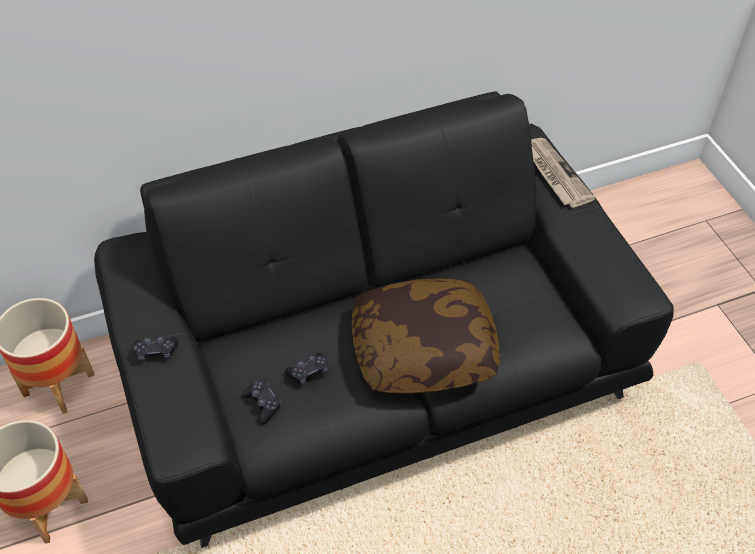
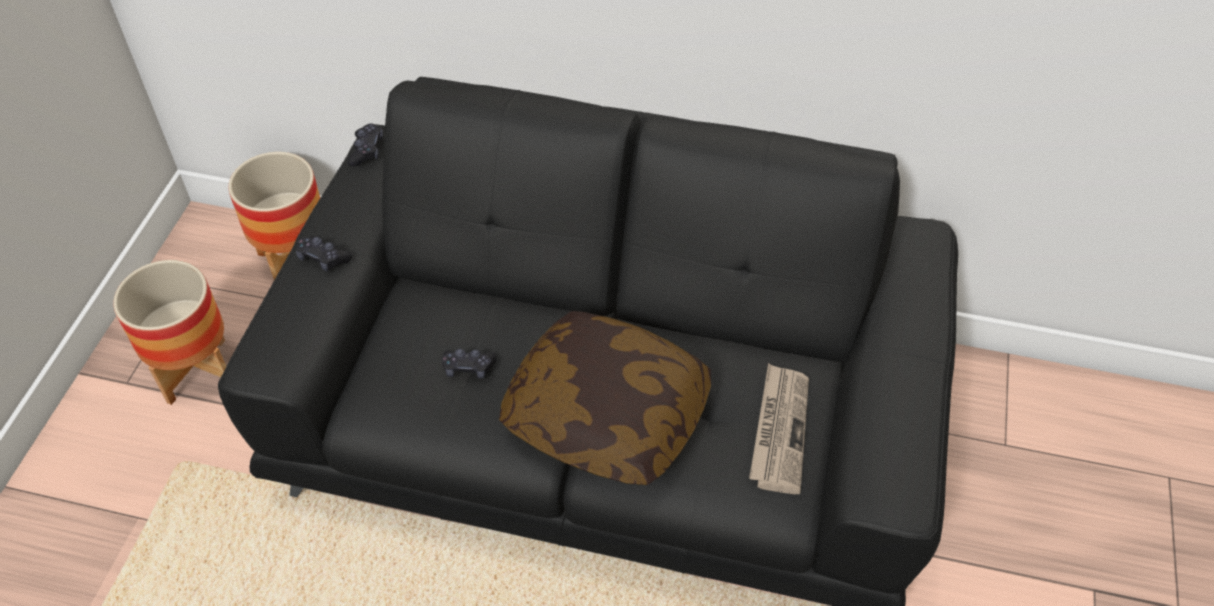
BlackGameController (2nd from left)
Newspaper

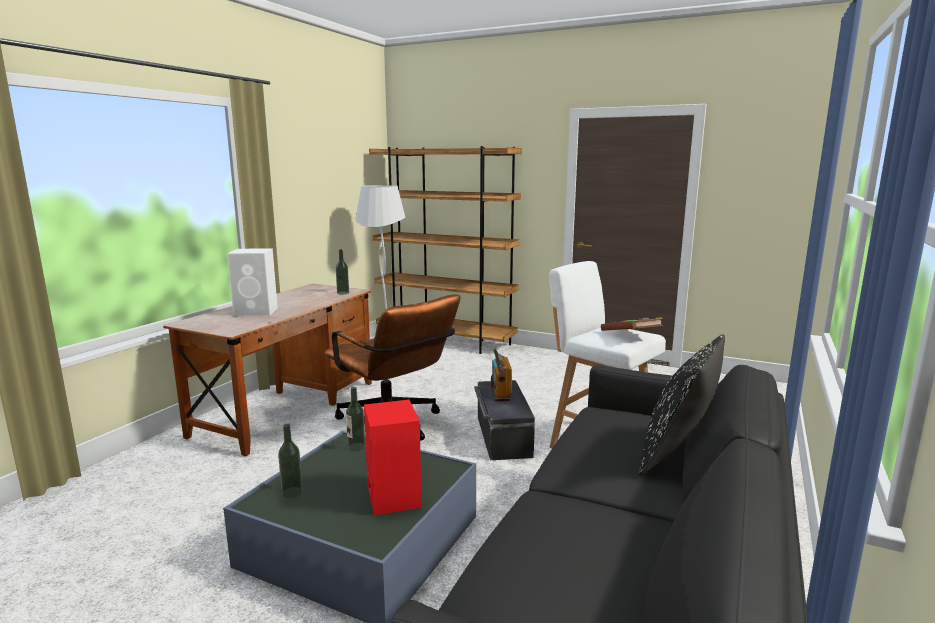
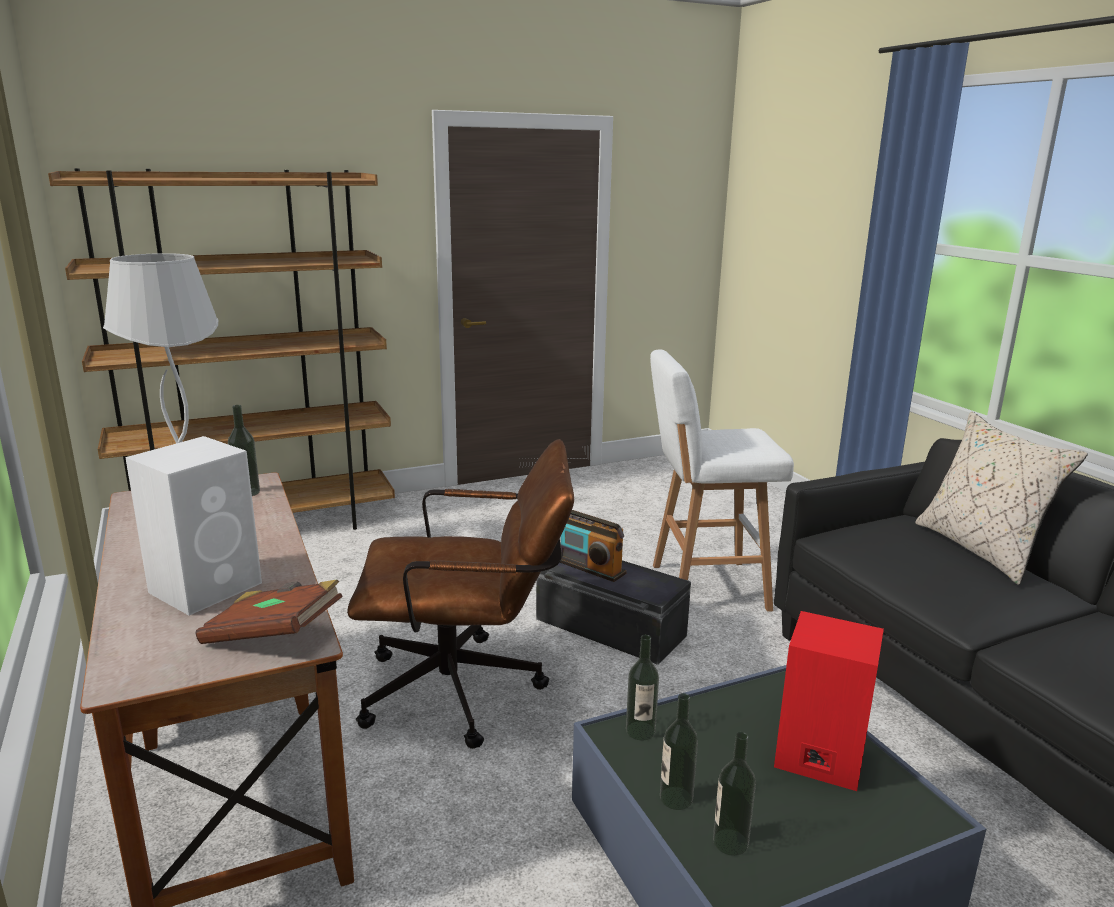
Bottle (3rd from left)
BrownBook
BeigePillow

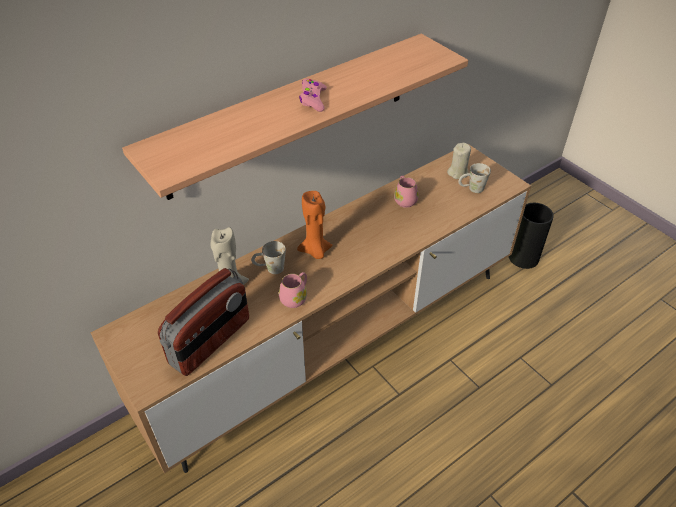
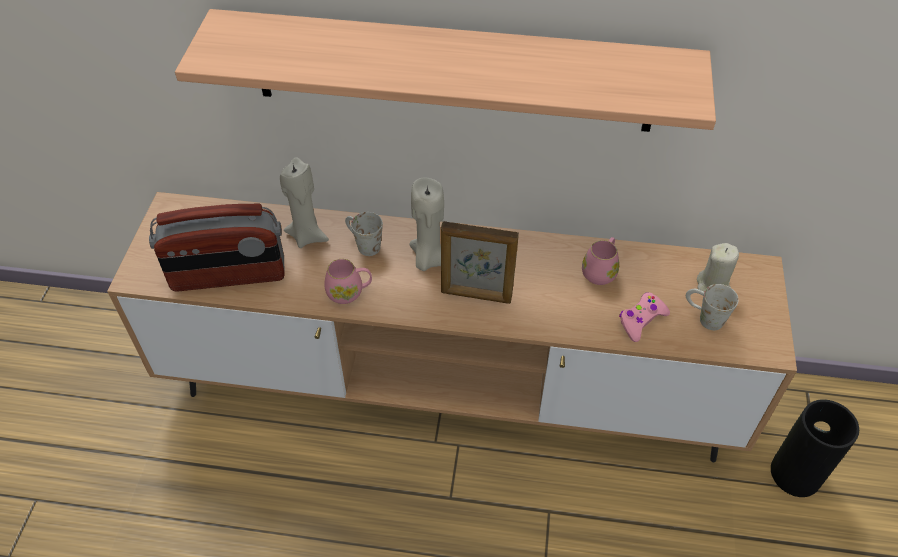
PictureFrame
PinkGameController
BeigeCandle (2nd from left)

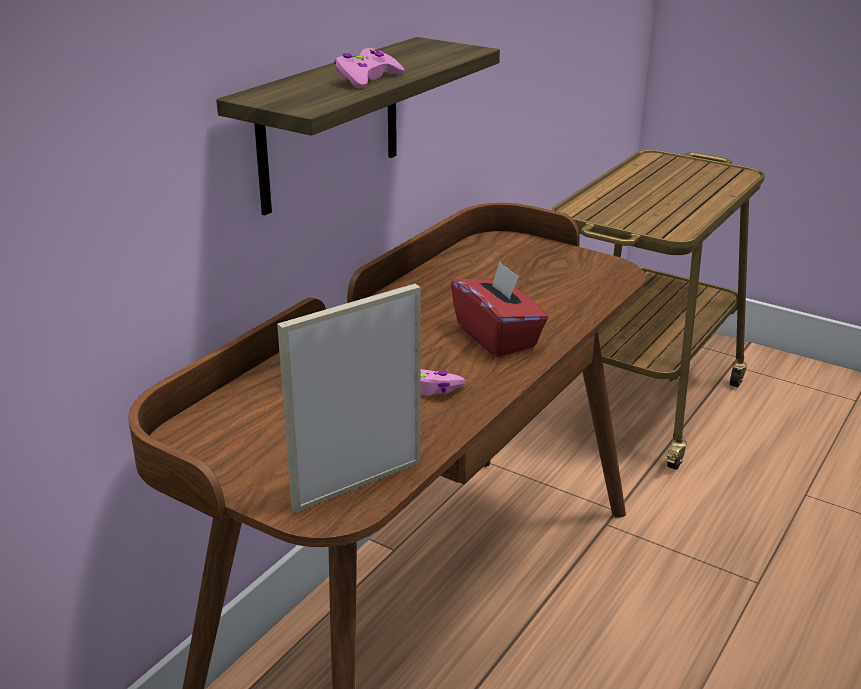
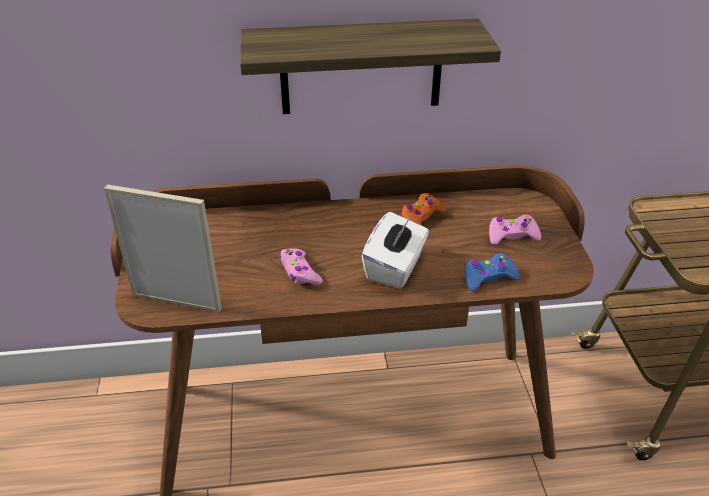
OrangeGameController
BlueGameController
PinkGameController (2nd from left)
WhiteTissueBox

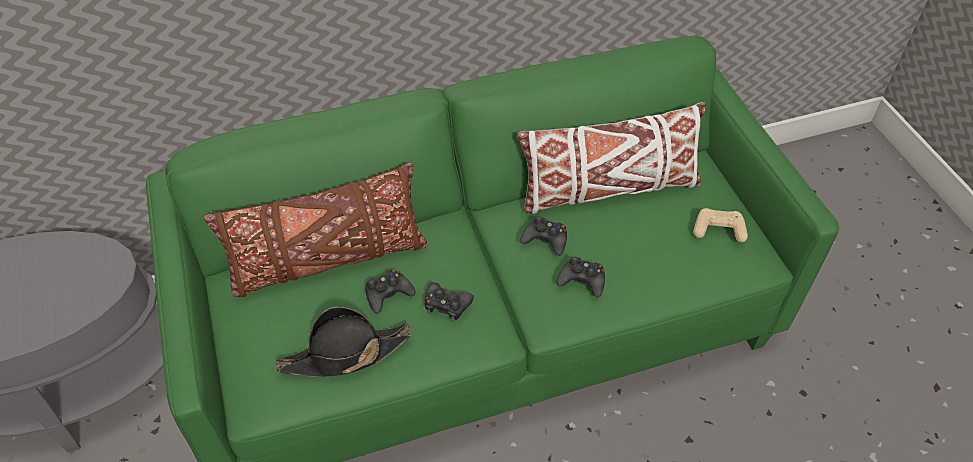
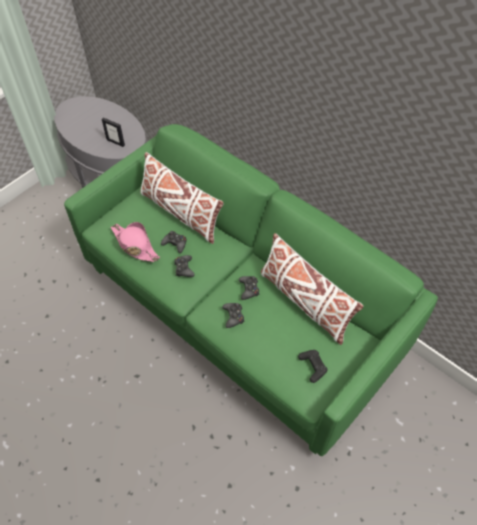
PictureFrame
WhitePillow (1st from left)
PinkHat
BlackGameController (5th from left)

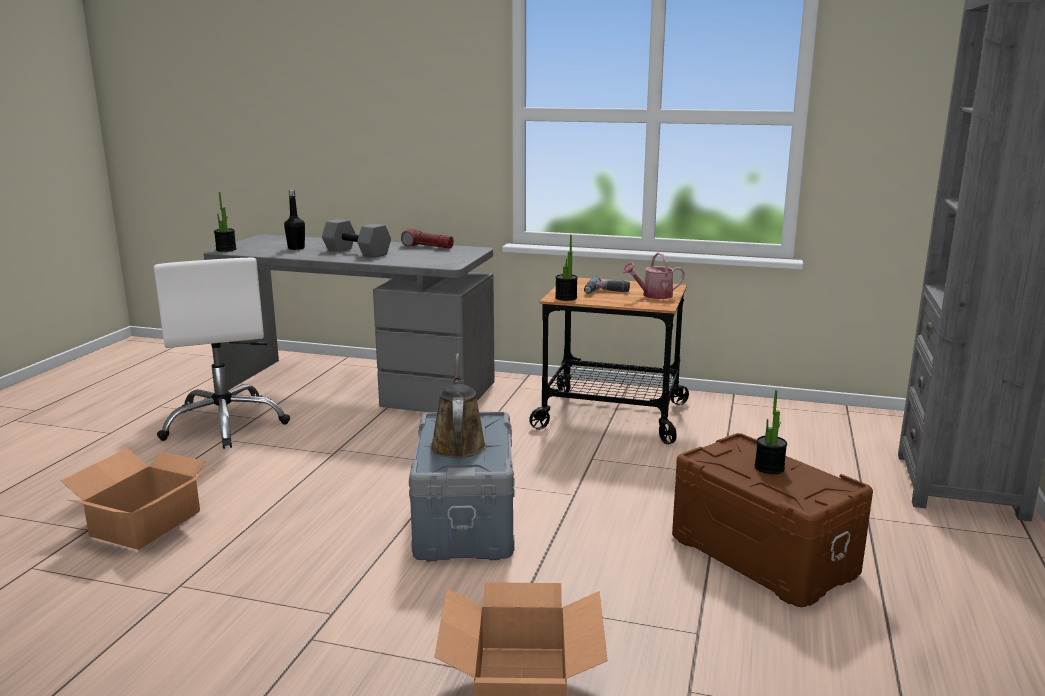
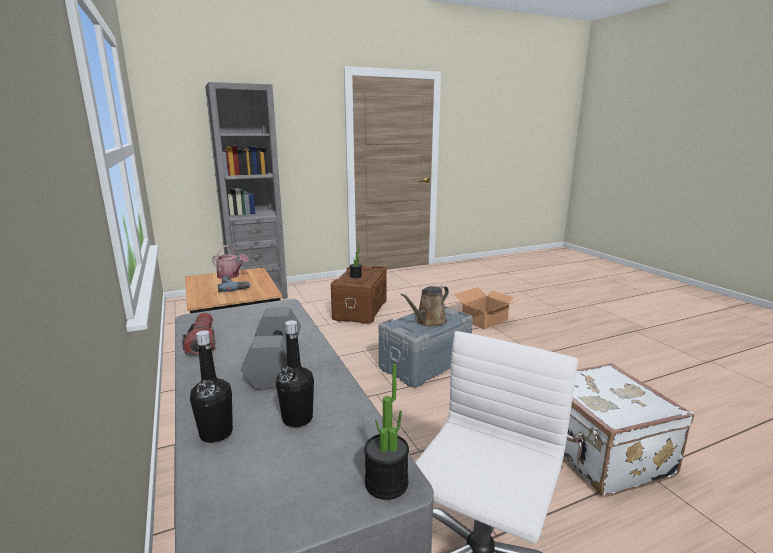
PottedPlant (2nd from left in the first image)
BlackBottle (1st from left)
WhiteSuitcase

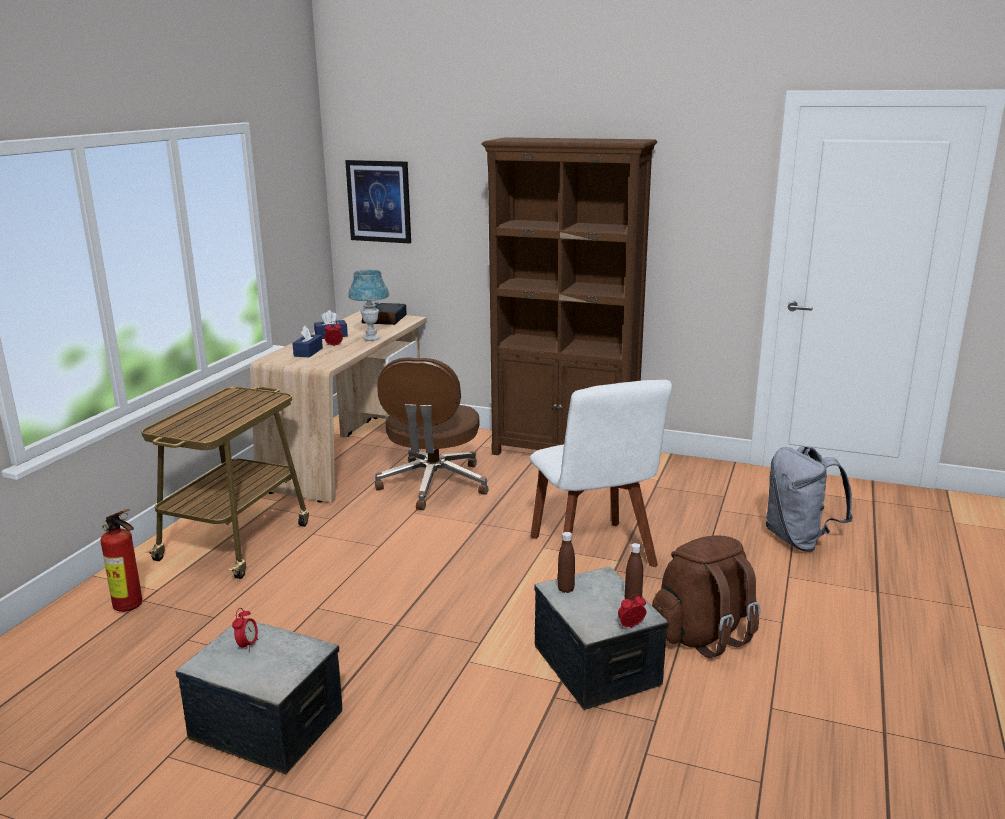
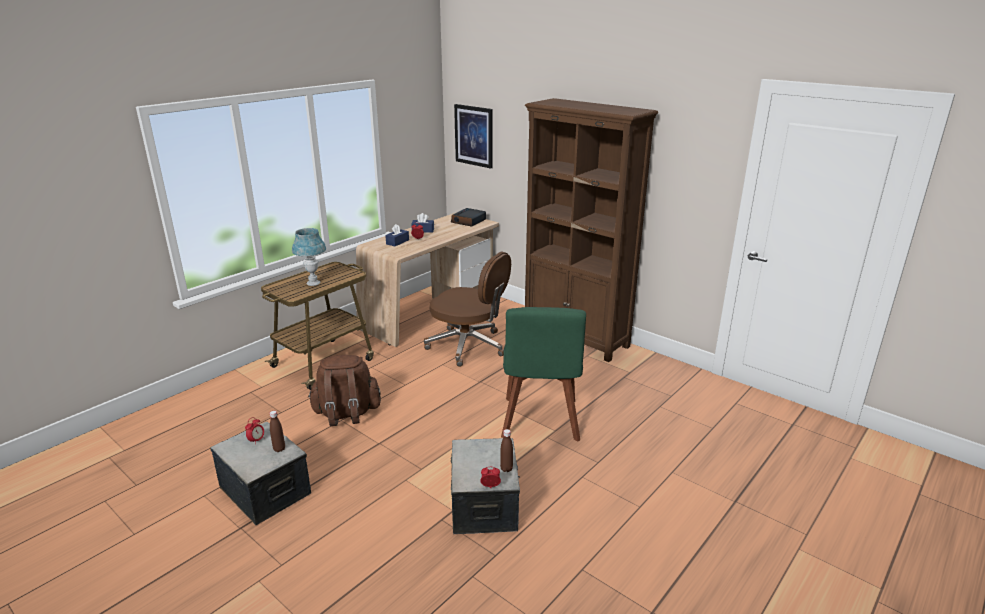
FireExtinguisher
GreyBackpack
BlueTableLamp
BrownBottle (1st from left)
BrownBackpack
GreenChair
BrownOfficeChair

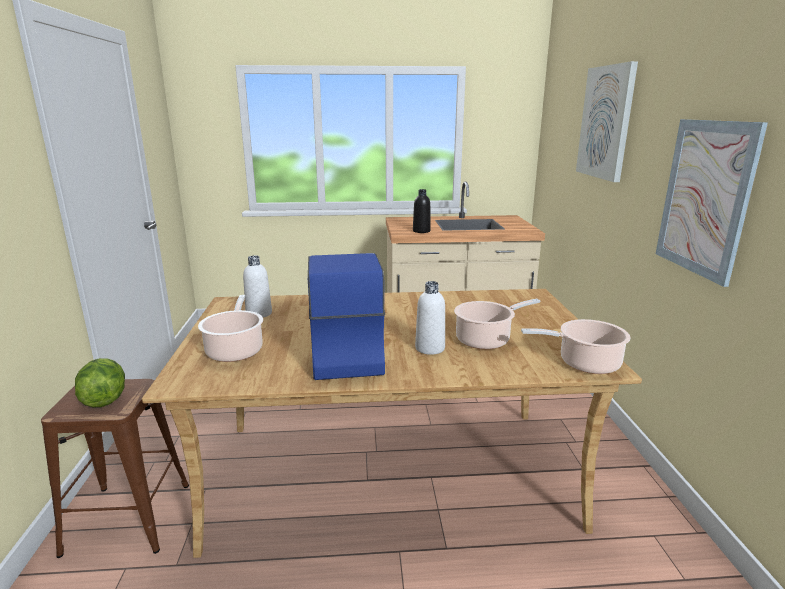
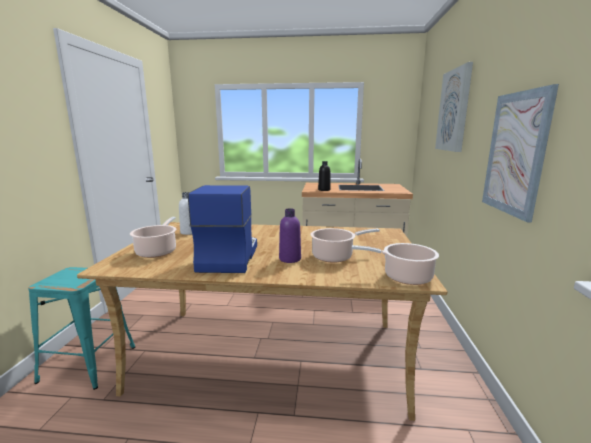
Lettuce
TurquoiseStool
PurpleBottle

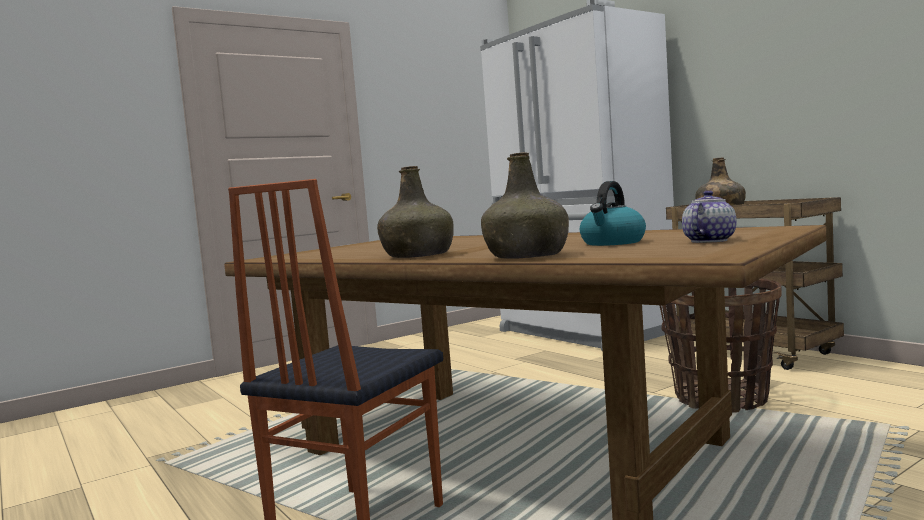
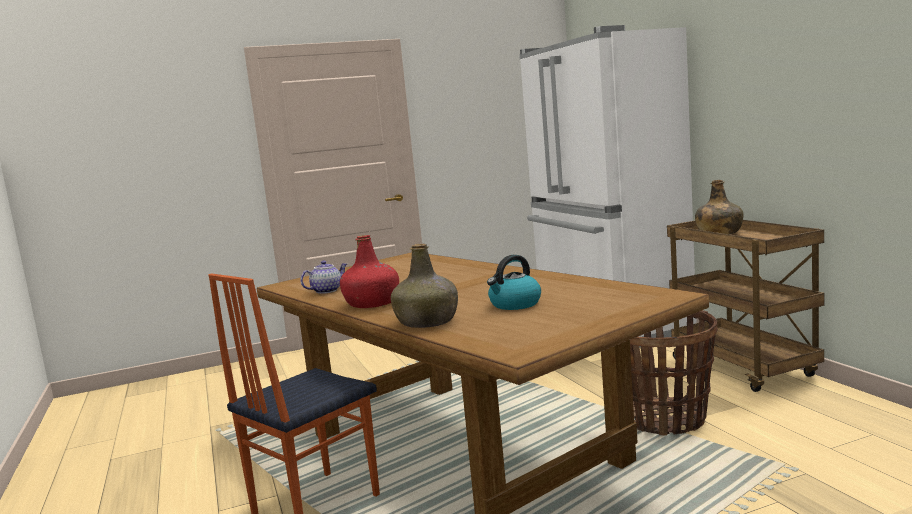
Teapot
RedBottle

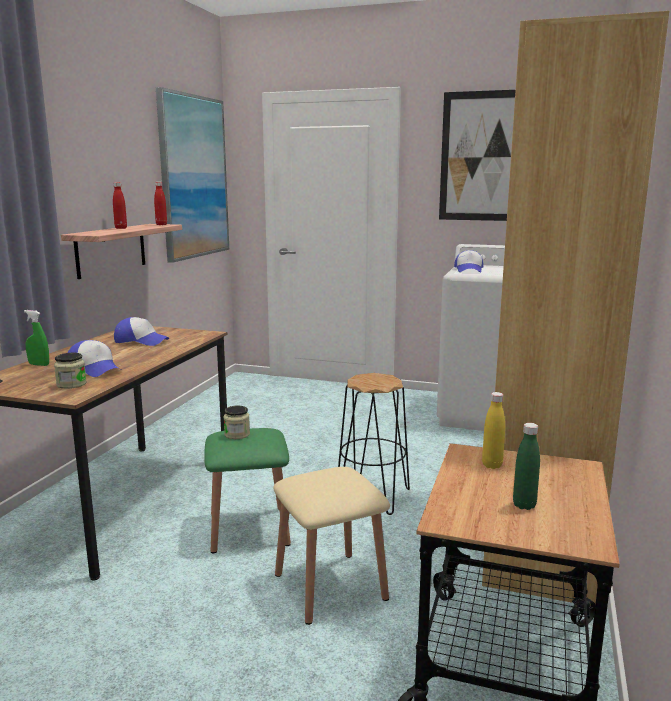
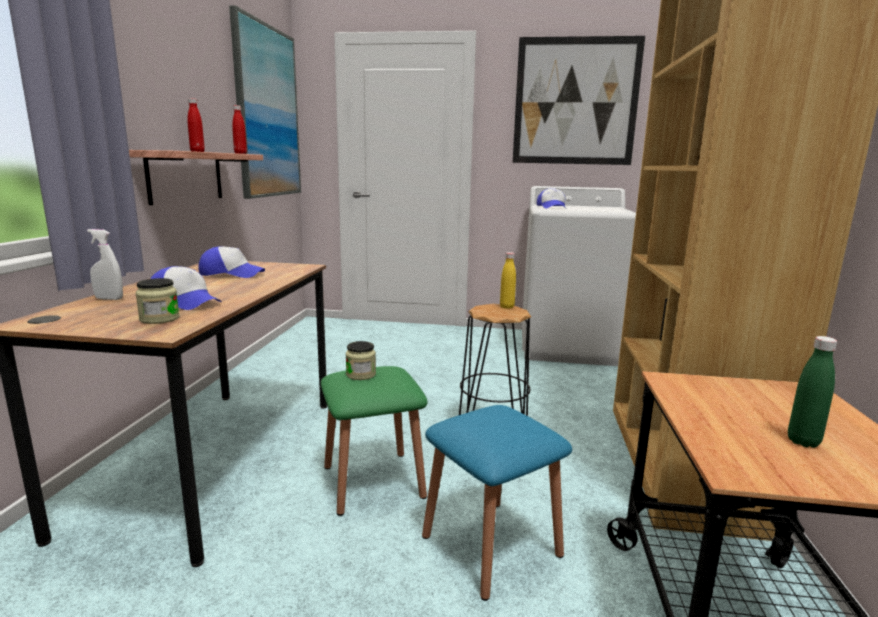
YellowBottle
WhiteSprayBottle
BlueStool

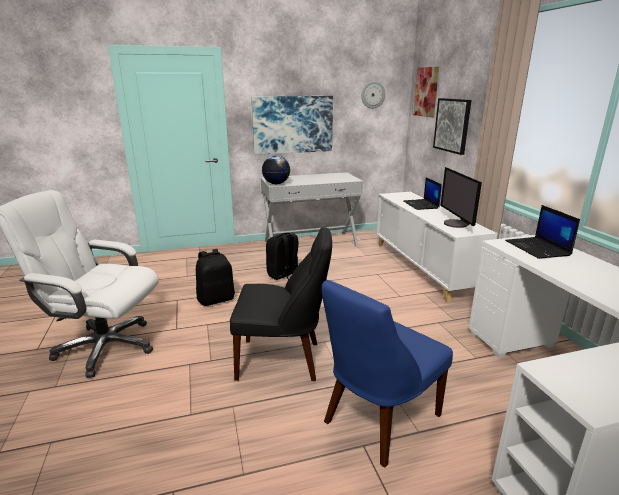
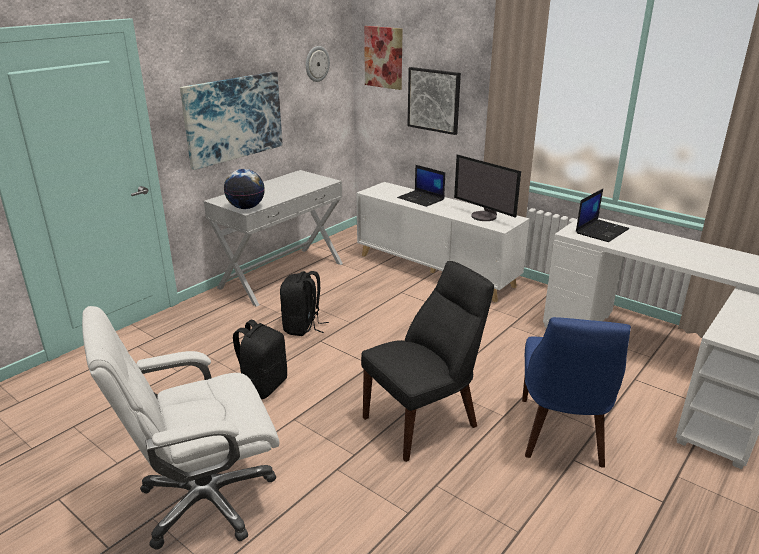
Laptop (2nd from left)

